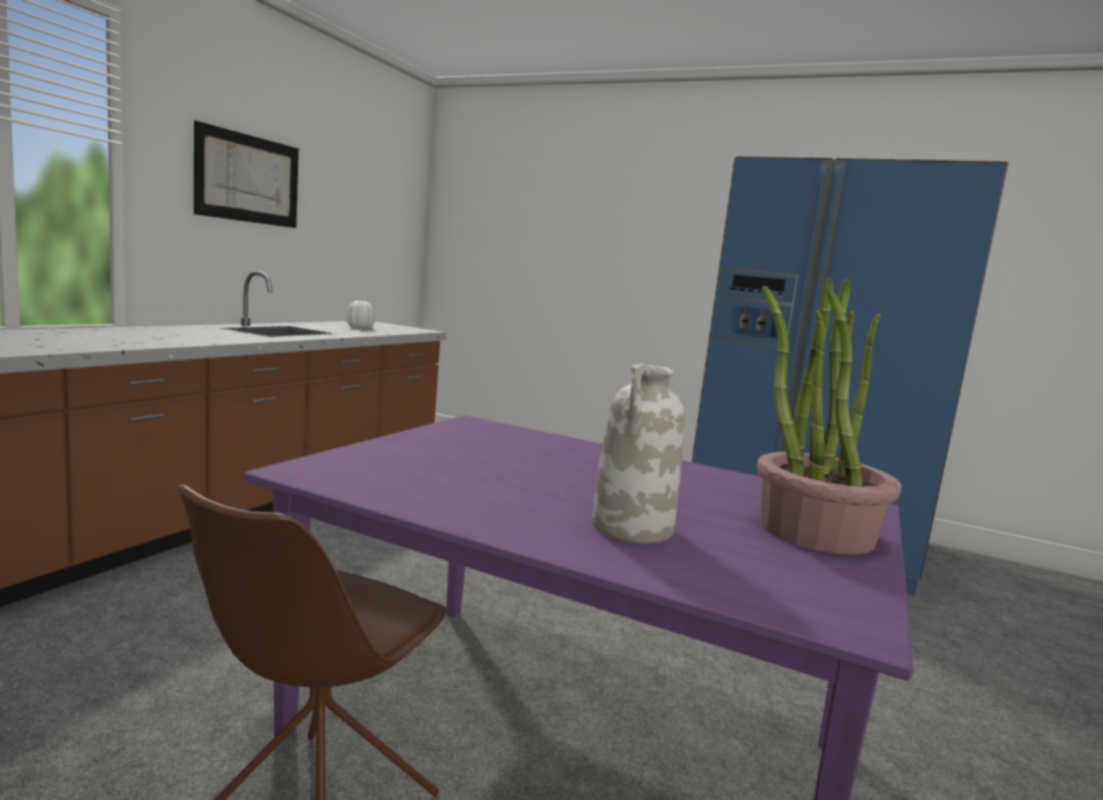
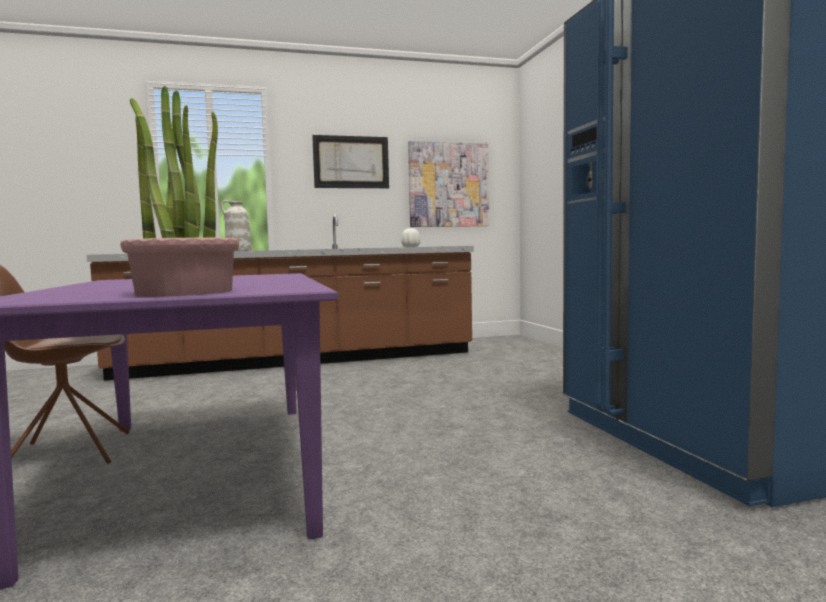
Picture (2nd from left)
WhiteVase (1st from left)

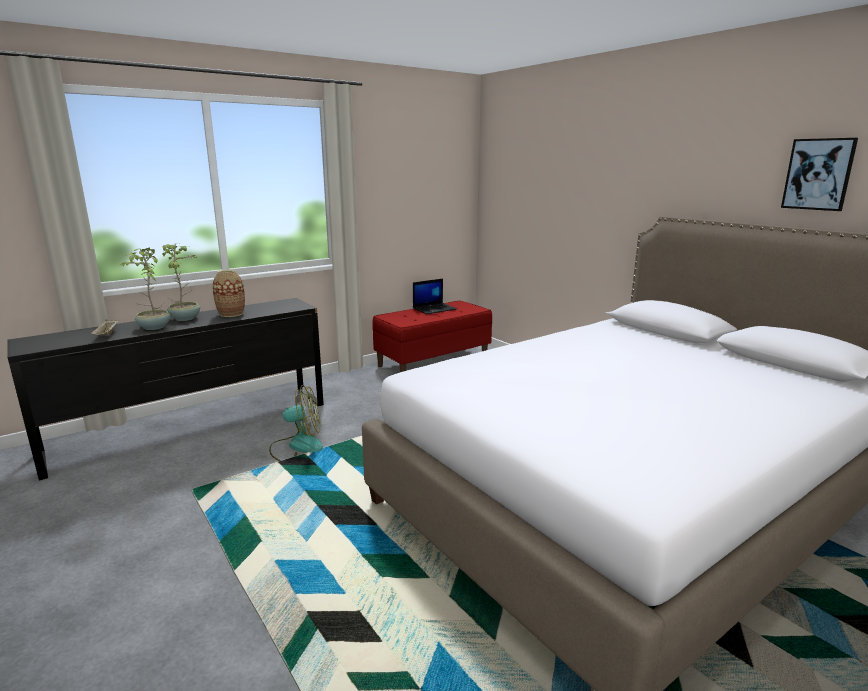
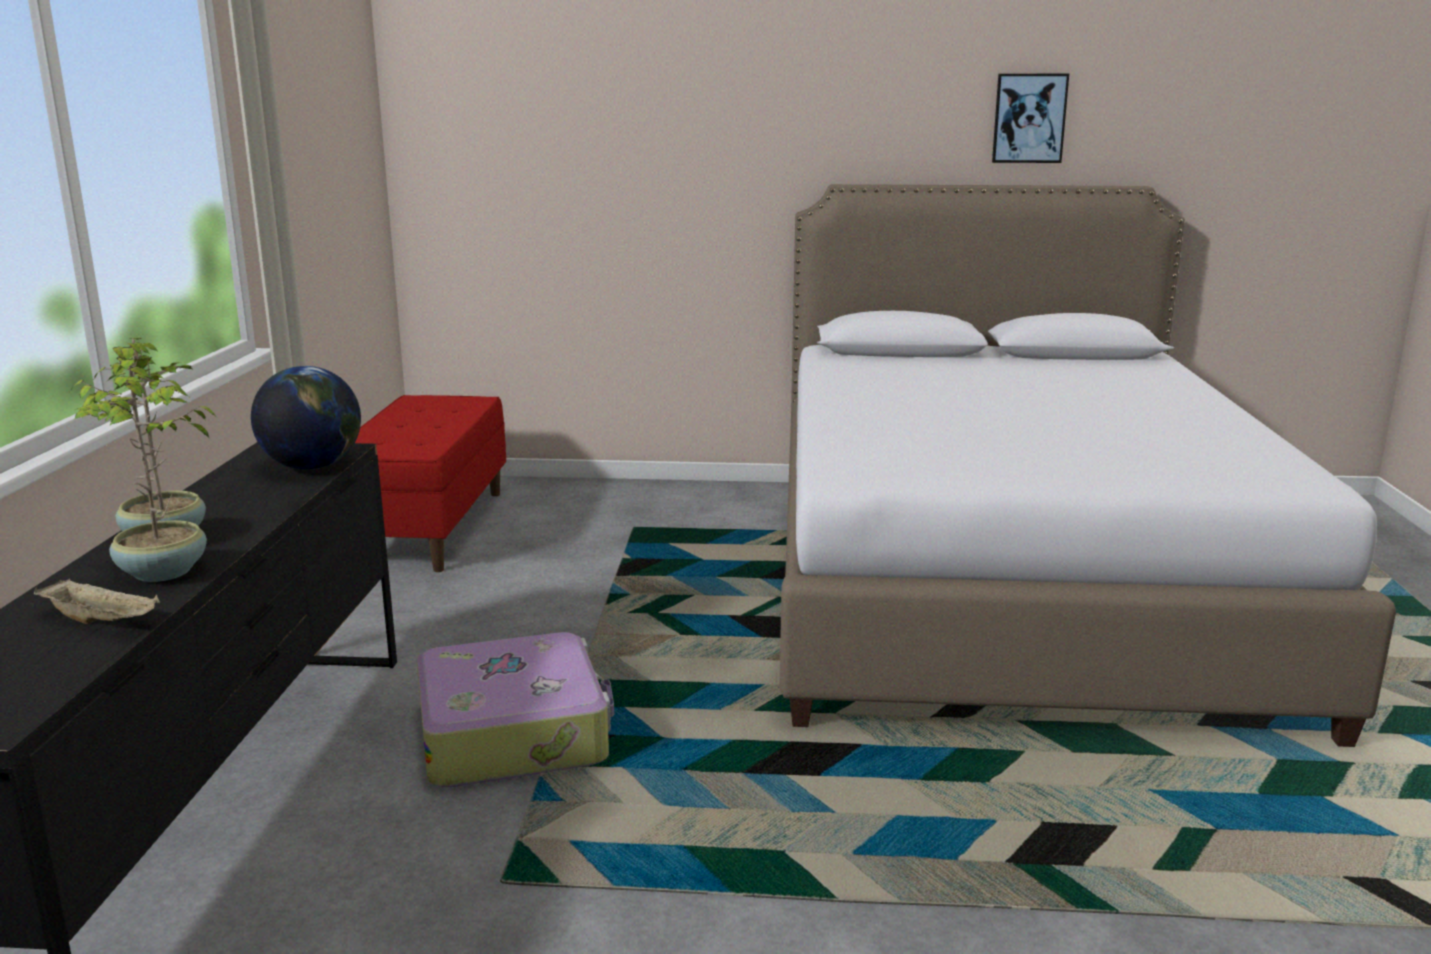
Vase
Laptop
Globe
Suitcase

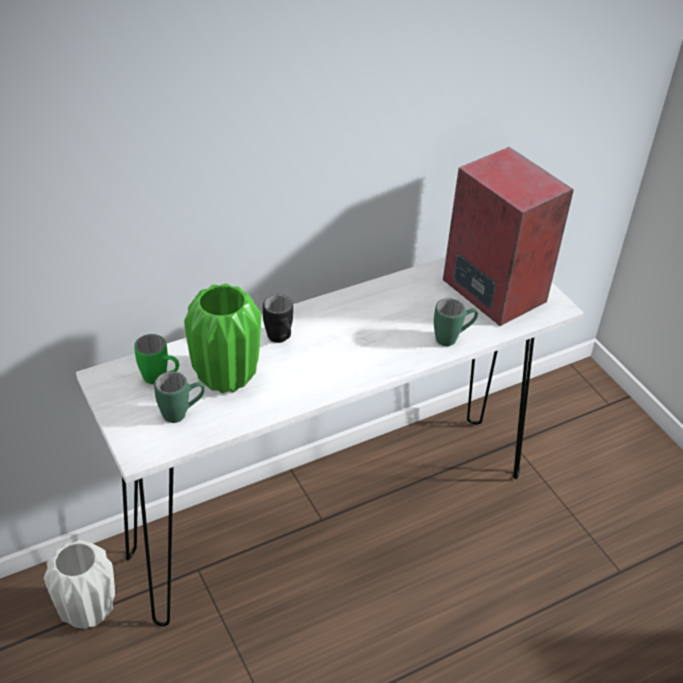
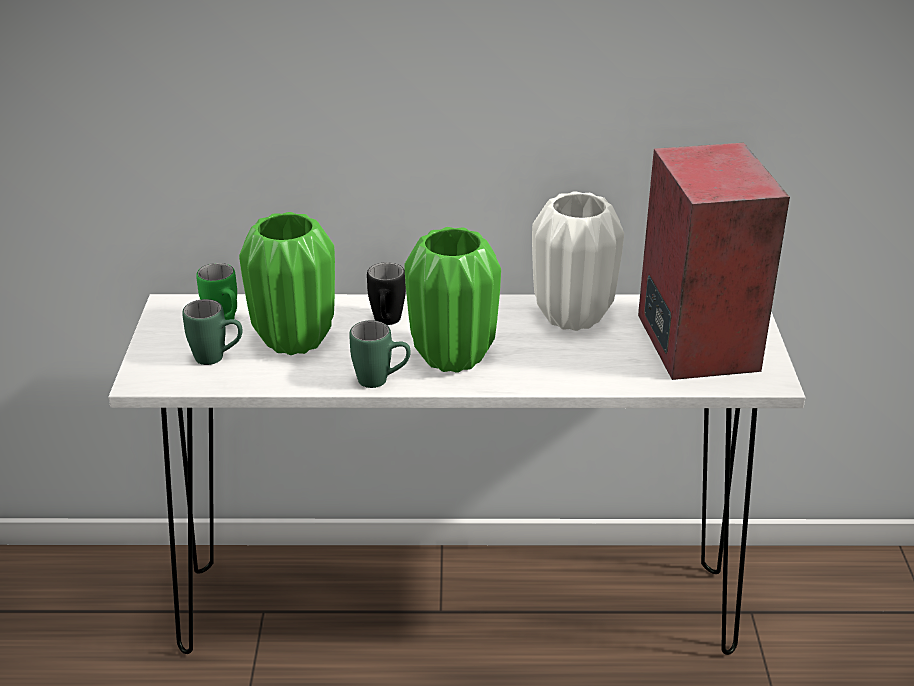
GreenVase (2nd from left)
WhiteVase
GreenMug (3rd from left)

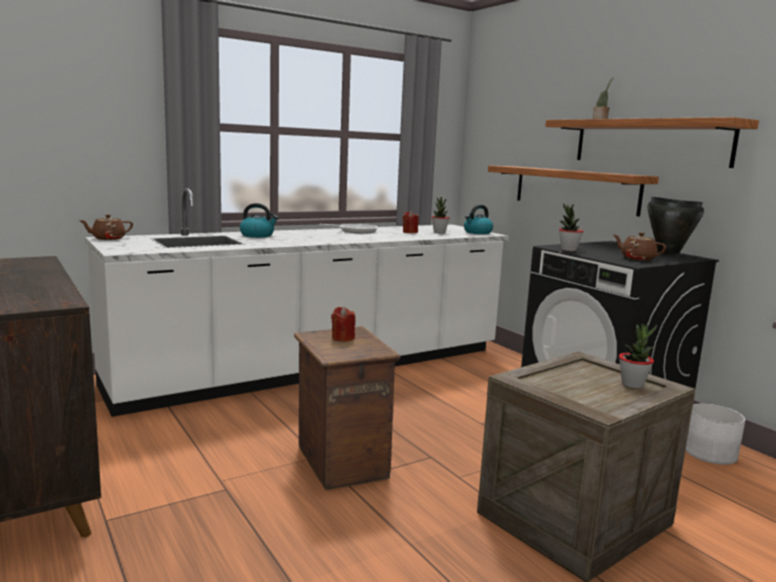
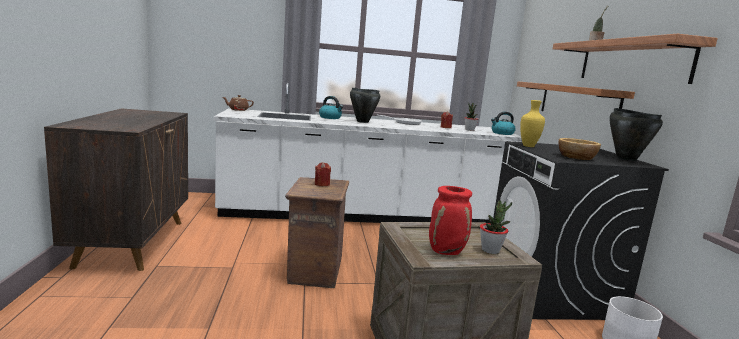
BlackCookingPot (1st from left)
RedVase
YellowVase
Bowl

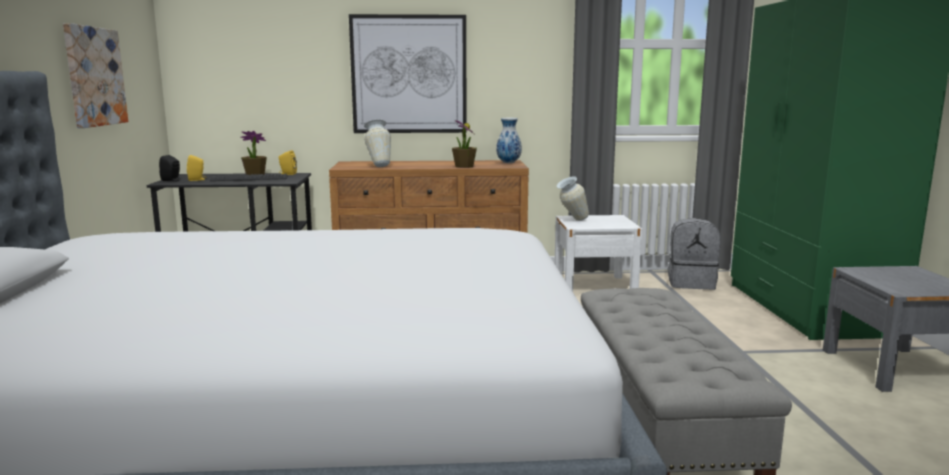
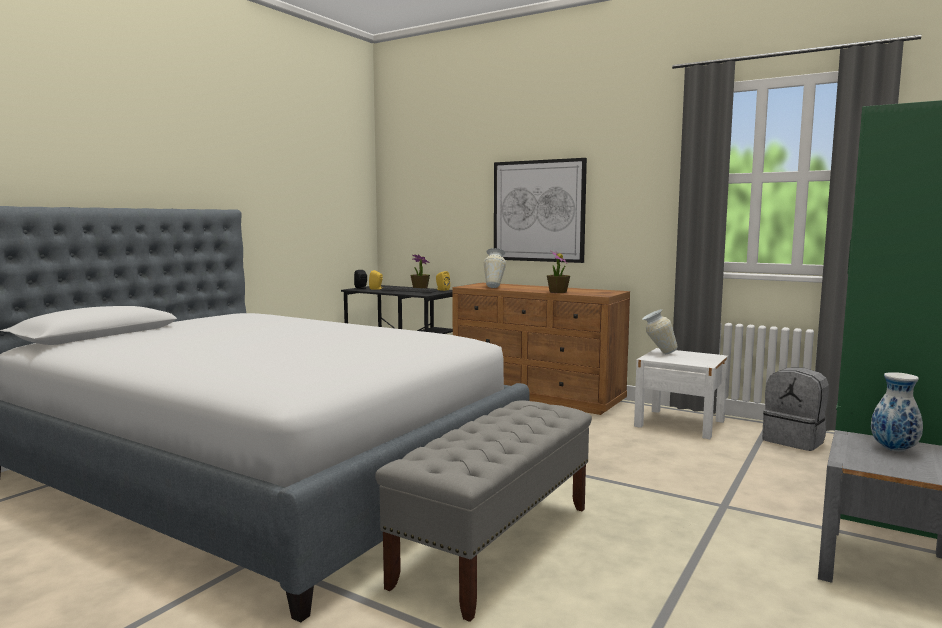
Picture (1st from left in the first image)
Vase (3rd from left)

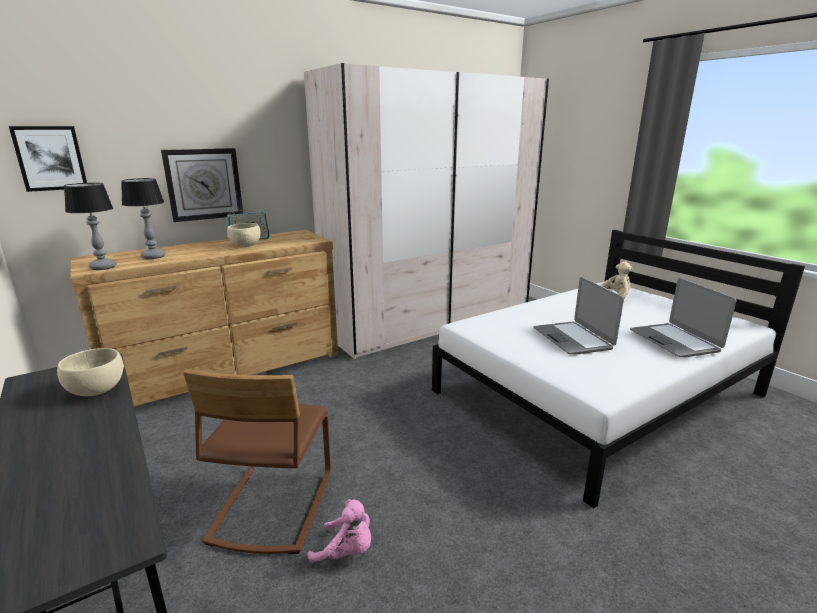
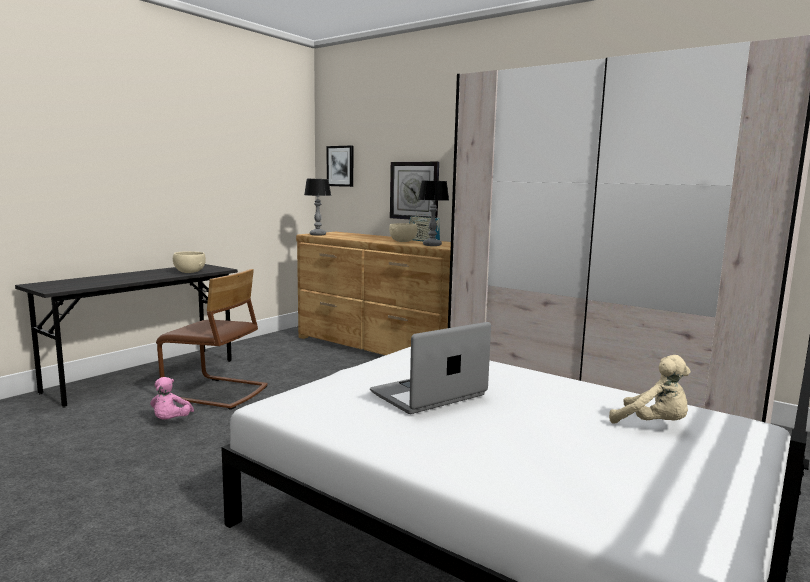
Laptop (2nd from left in the first image)
TableLamp (2nd from left)
BrownChair

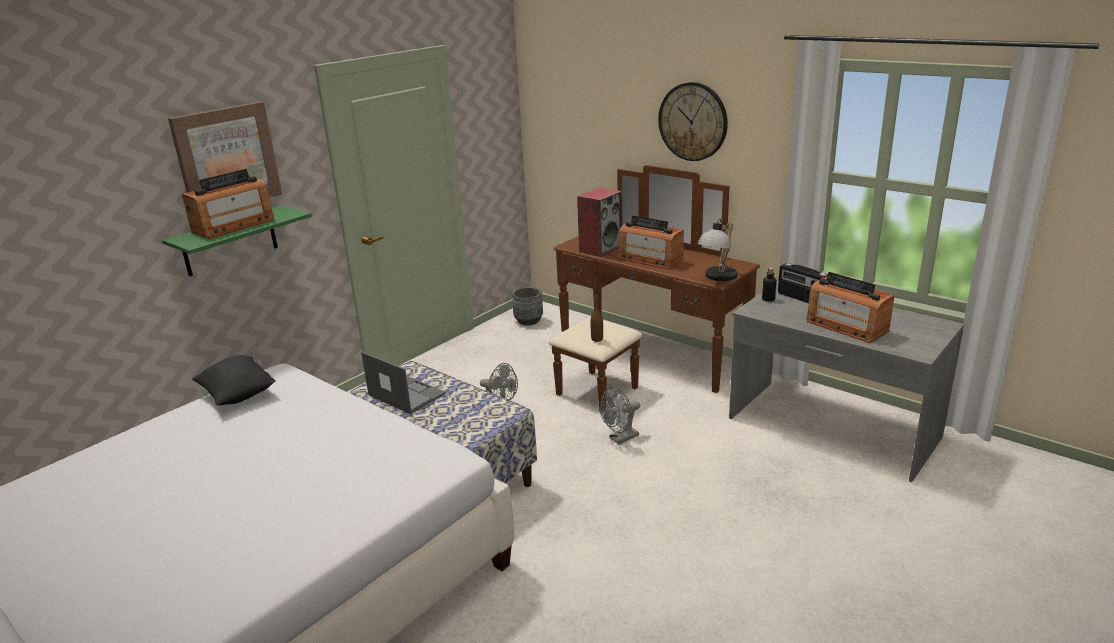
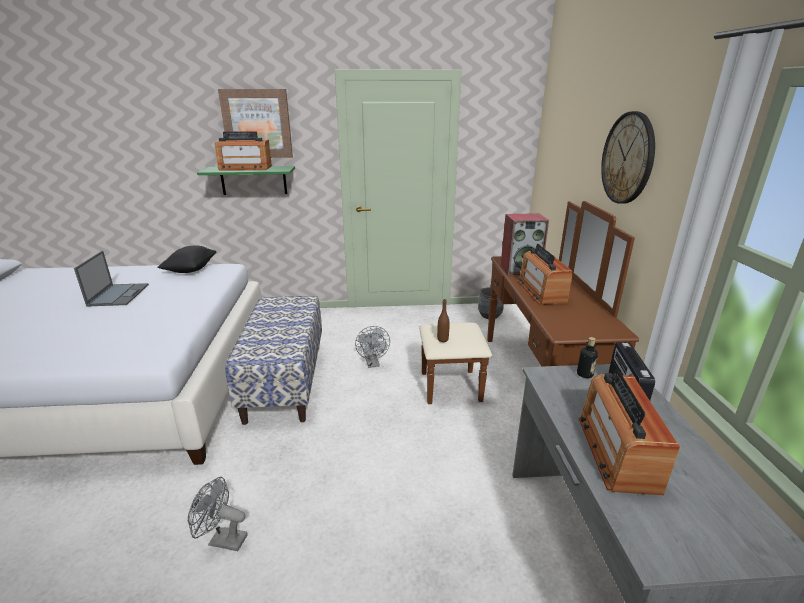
TableLamp
Laptop
GreyFan (1st from left)

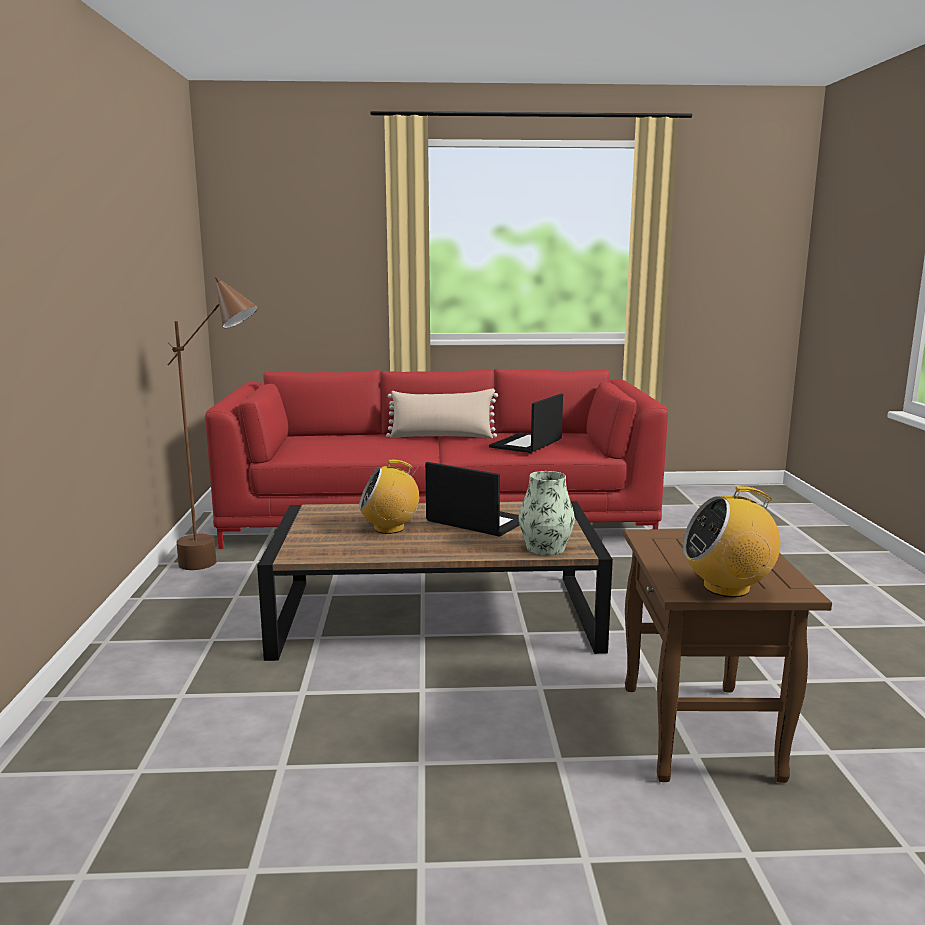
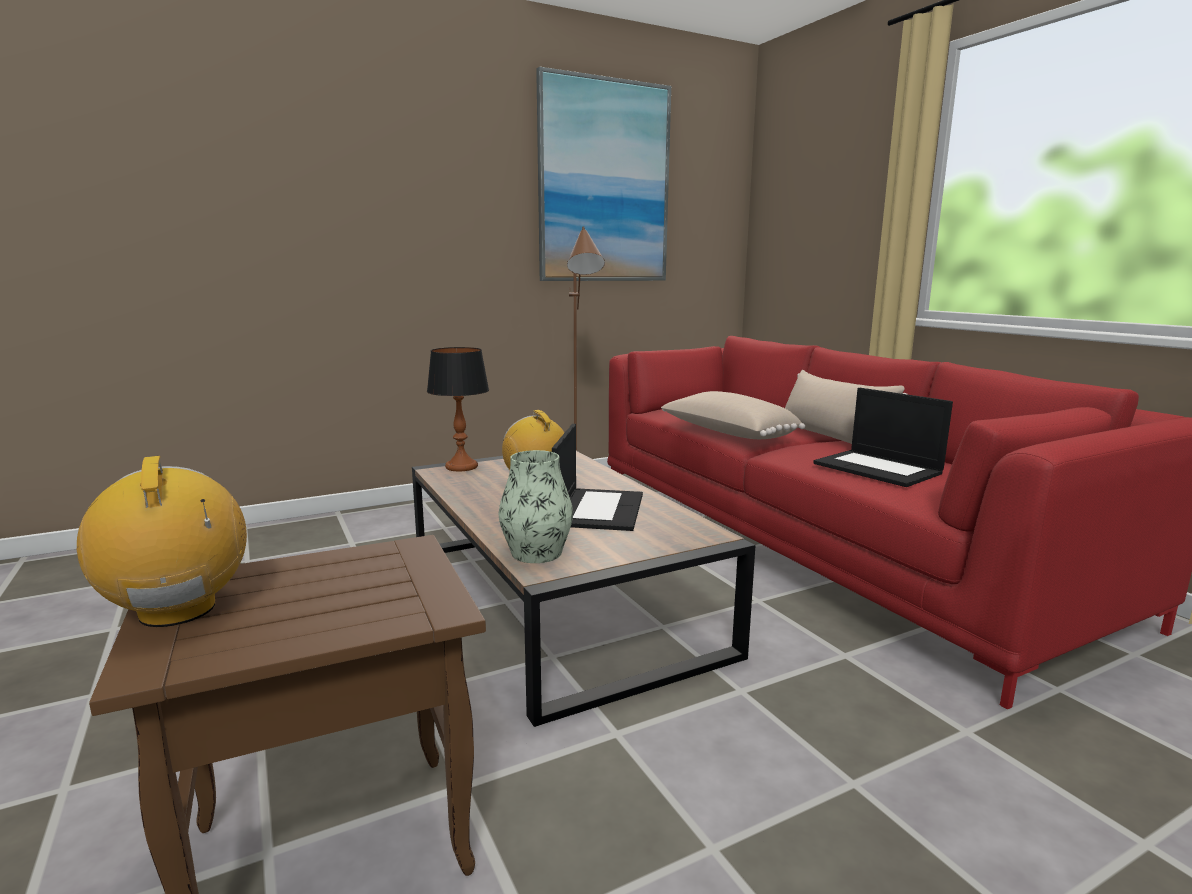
TableLamp
Picture
BeigePillow (1st from left)
Laptop (2nd from left)

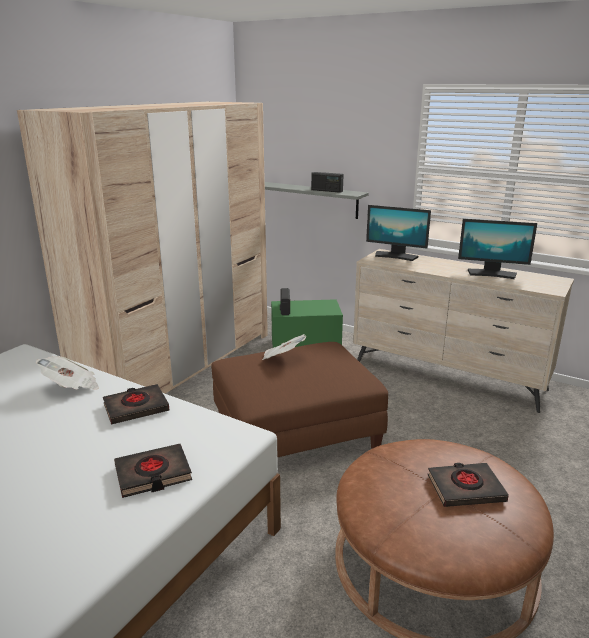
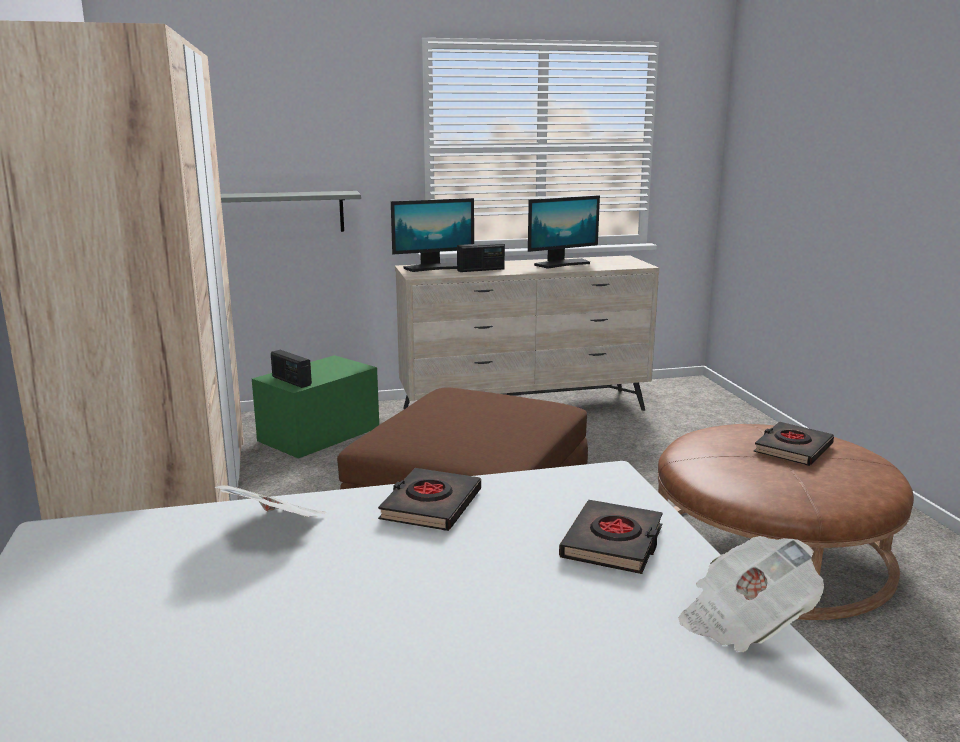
Newspaper (2nd from left)
Radio (2nd from left)

